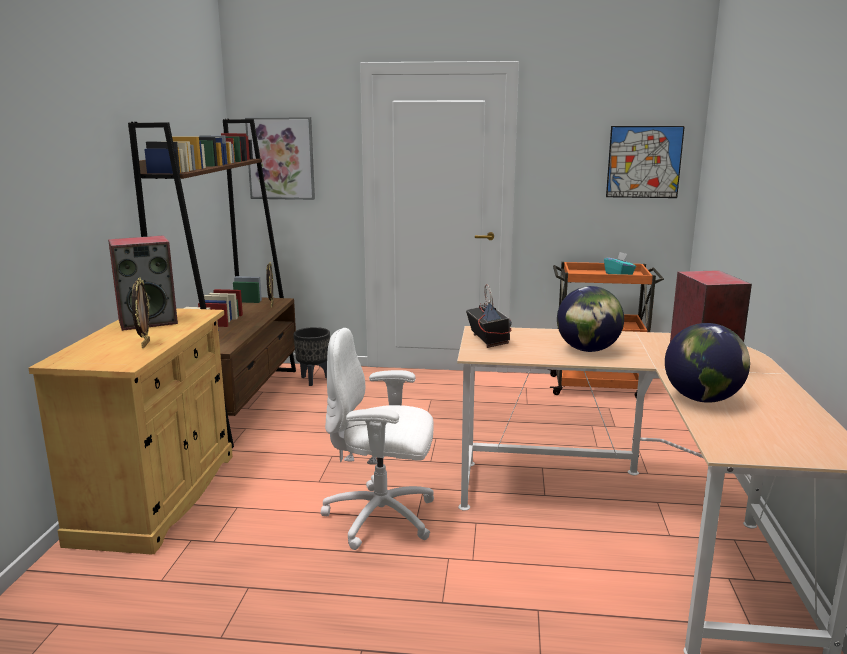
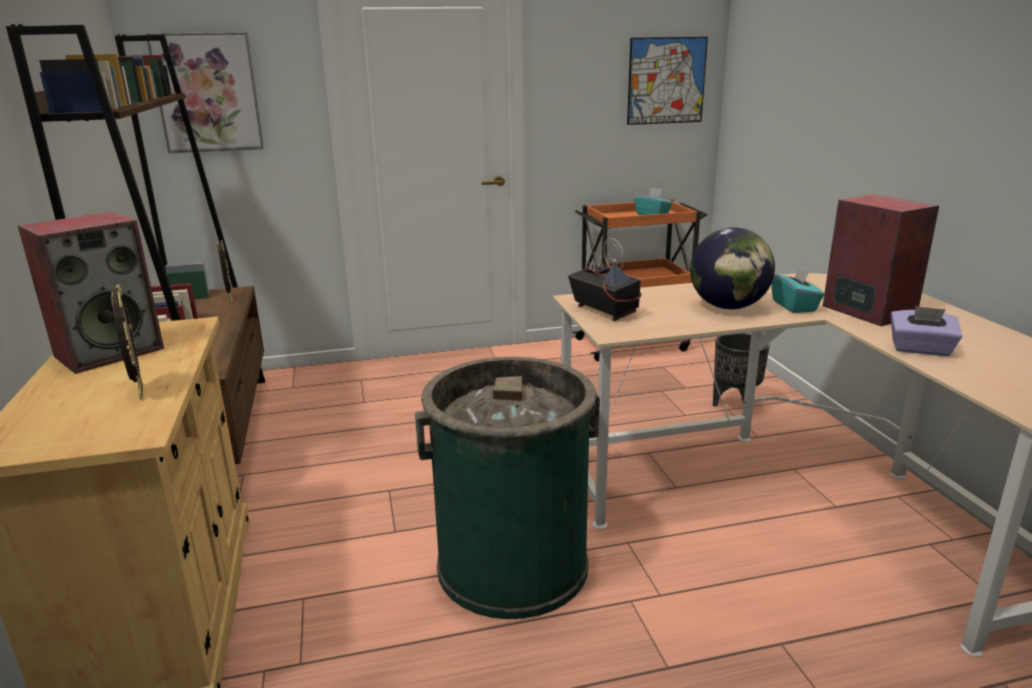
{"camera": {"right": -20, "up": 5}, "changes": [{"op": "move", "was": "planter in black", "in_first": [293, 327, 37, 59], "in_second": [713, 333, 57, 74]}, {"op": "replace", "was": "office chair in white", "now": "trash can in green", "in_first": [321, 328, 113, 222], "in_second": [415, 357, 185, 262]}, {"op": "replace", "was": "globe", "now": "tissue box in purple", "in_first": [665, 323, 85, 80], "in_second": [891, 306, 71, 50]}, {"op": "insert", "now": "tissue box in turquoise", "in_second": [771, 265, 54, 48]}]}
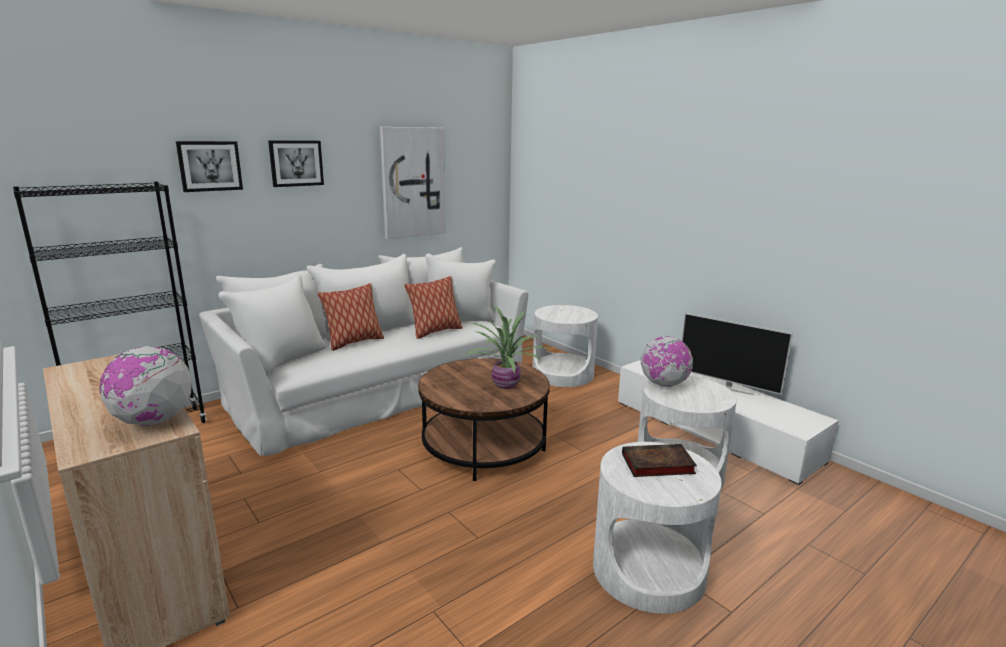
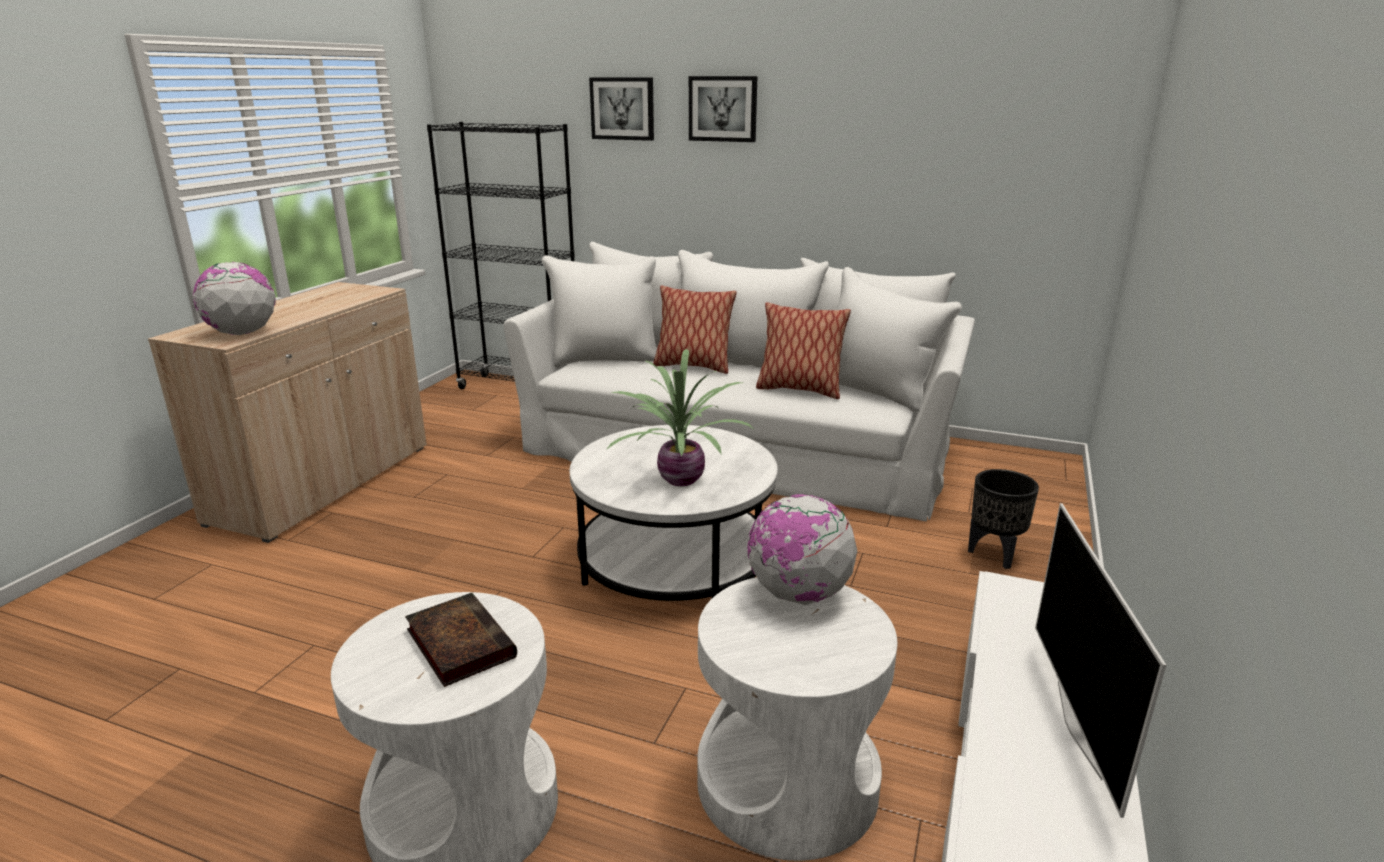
{"camera": {"right": 60, "up": 5}, "changes": [{"op": "delete", "was": "picture", "in_first": [380, 127, 66, 112]}, {"op": "recolor", "was": "coffee table in brown", "now": "coffee table in white", "in_first": [418, 358, 132, 123], "in_second": [569, 425, 209, 176]}, {"op": "replace", "was": "side table in white", "now": "planter in black", "in_first": [533, 305, 65, 82], "in_second": [968, 469, 71, 100]}]}
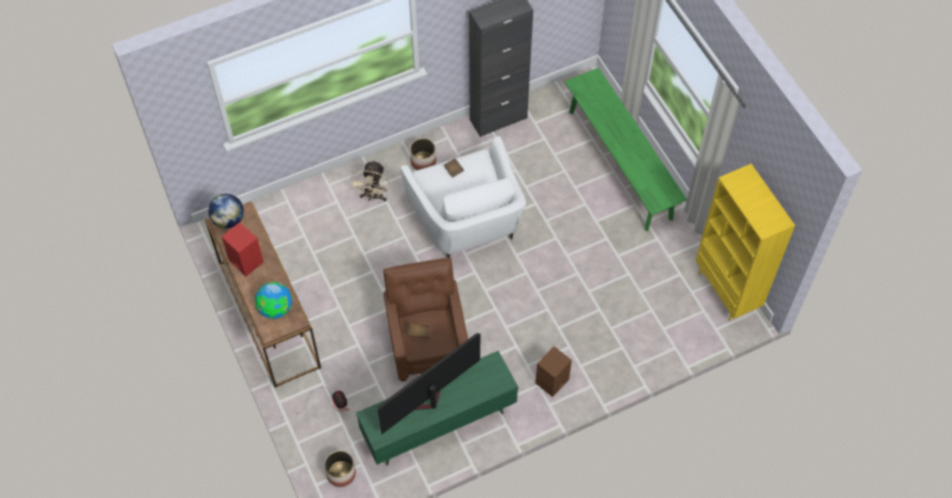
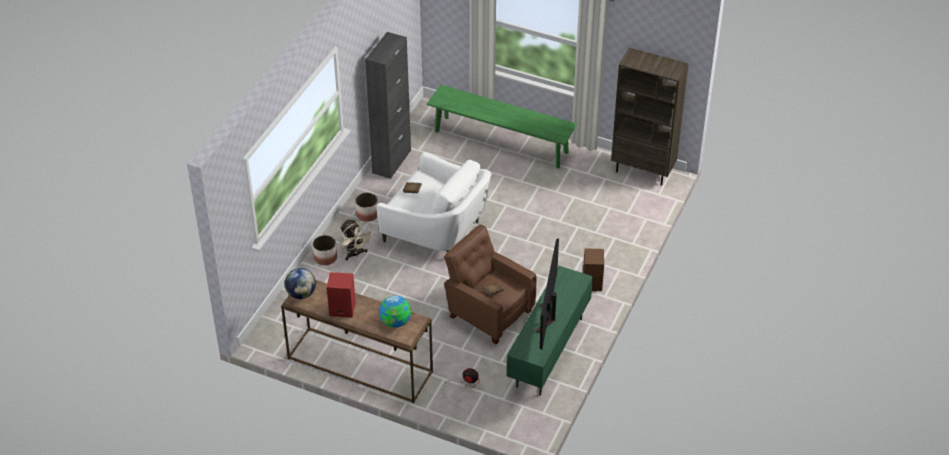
{"camera": {"right": -40, "up": -15}, "changes": [{"op": "move", "was": "planter", "in_first": [324, 451, 32, 36], "in_second": [313, 235, 24, 30]}, {"op": "recolor", "was": "bookcase in yellow", "now": "bookcase in brown", "in_first": [695, 164, 100, 157], "in_second": [611, 48, 78, 138]}]}
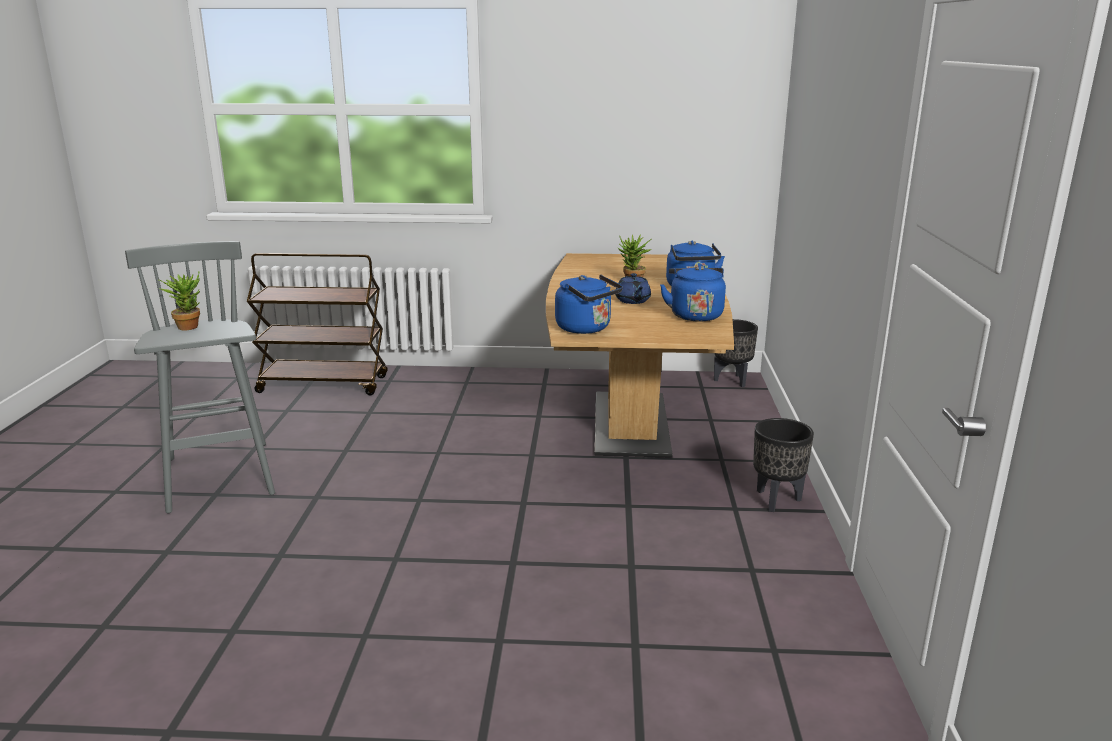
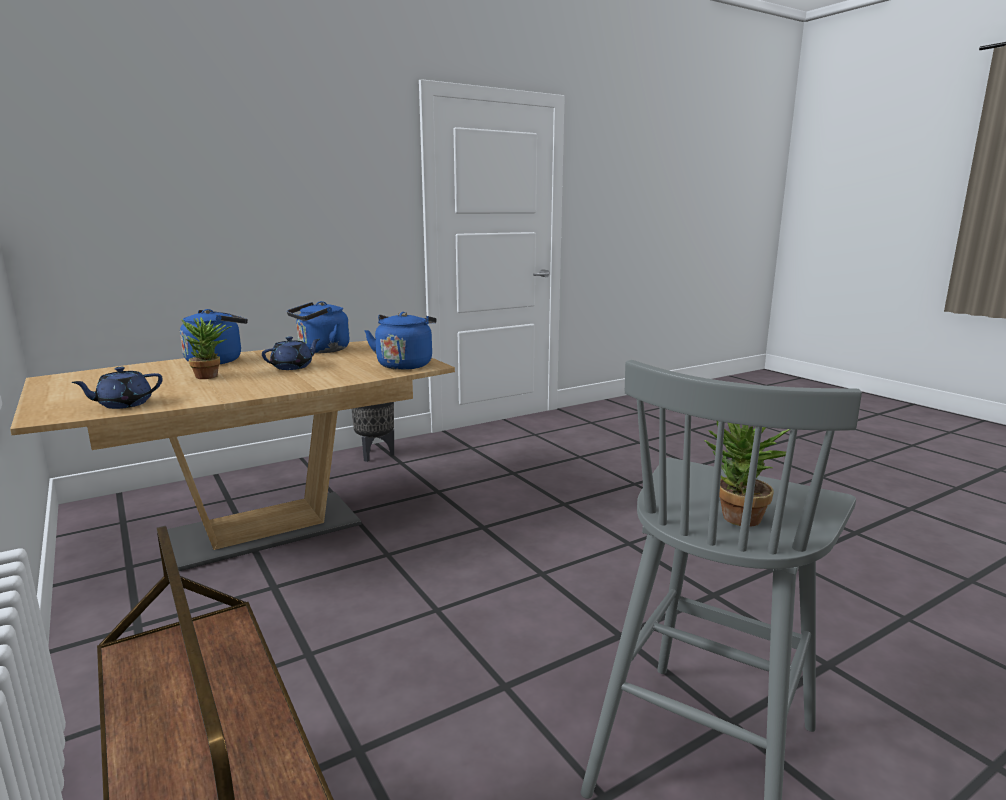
{"camera": {"right": -125, "up": -5}, "changes": [{"op": "delete", "was": "planter in black", "in_first": [714, 319, 44, 68]}, {"op": "insert", "now": "teapot in blue", "in_second": [71, 367, 92, 42]}]}
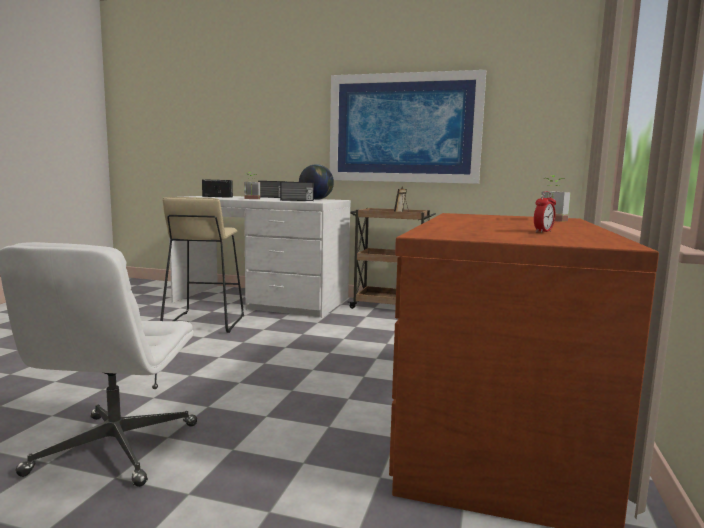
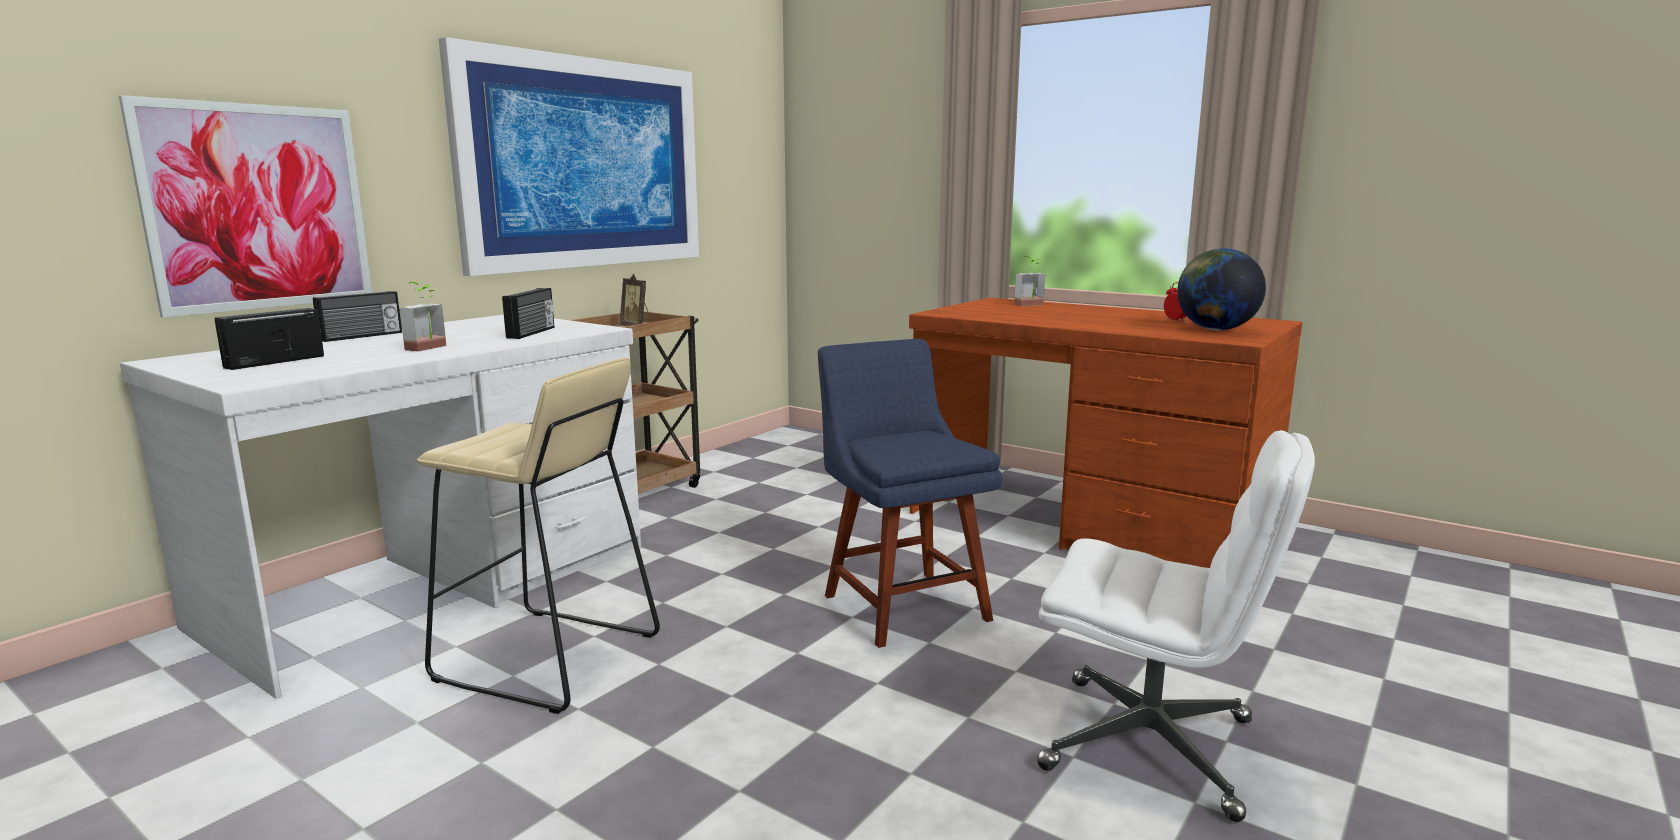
{"camera": {"right": -70, "up": 5}, "changes": [{"op": "move", "was": "globe", "in_first": [299, 164, 35, 36], "in_second": [1177, 248, 89, 82]}, {"op": "insert", "now": "picture", "in_second": [119, 95, 253, 223]}, {"op": "insert", "now": "chair in blue", "in_second": [818, 339, 184, 309]}]}
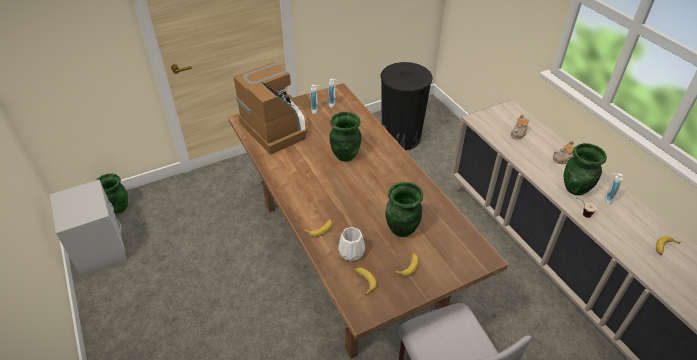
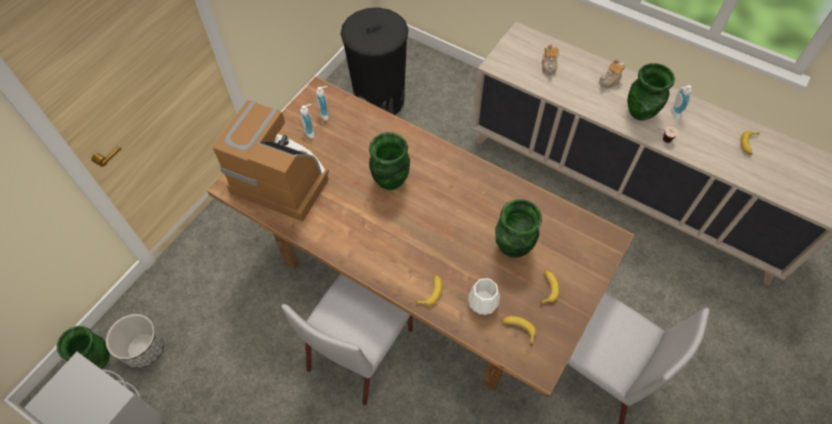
{"camera": {"right": -30, "up": 15}, "changes": [{"op": "insert", "now": "planter", "in_second": [106, 314, 58, 54]}, {"op": "insert", "now": "chair in grey", "in_second": [281, 273, 132, 133]}]}
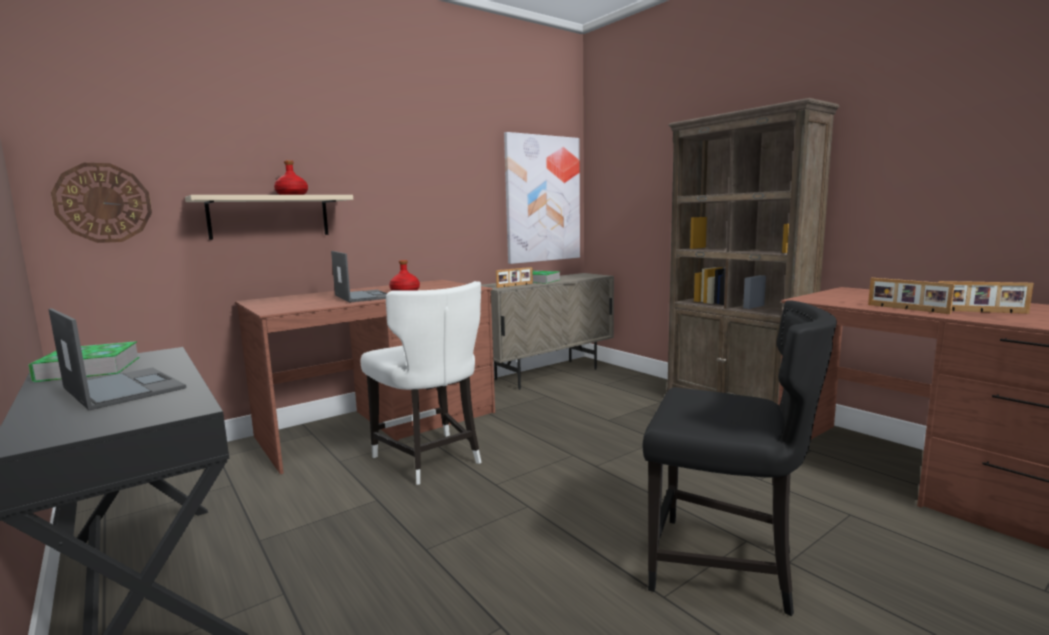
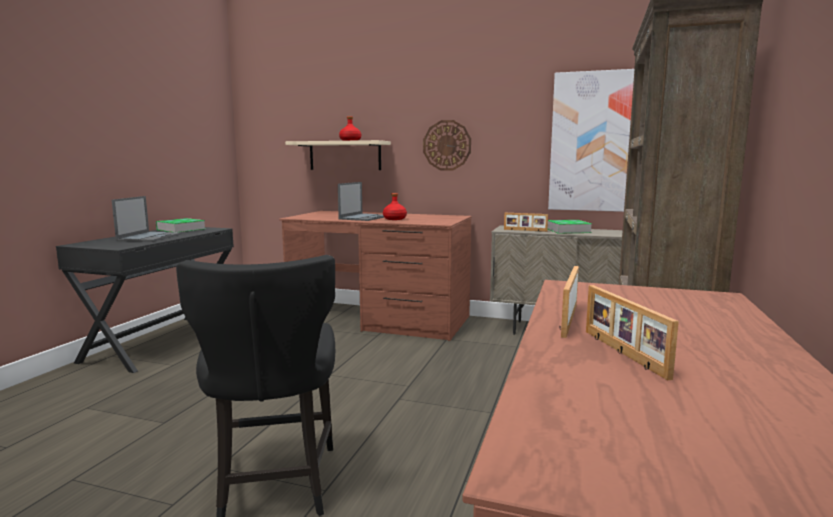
{"camera": {"right": 55, "up": 0}, "changes": [{"op": "move", "was": "wall clock", "in_first": [51, 163, 101, 80], "in_second": [423, 120, 48, 51]}, {"op": "delete", "was": "chair in white", "in_first": [360, 281, 121, 204]}]}
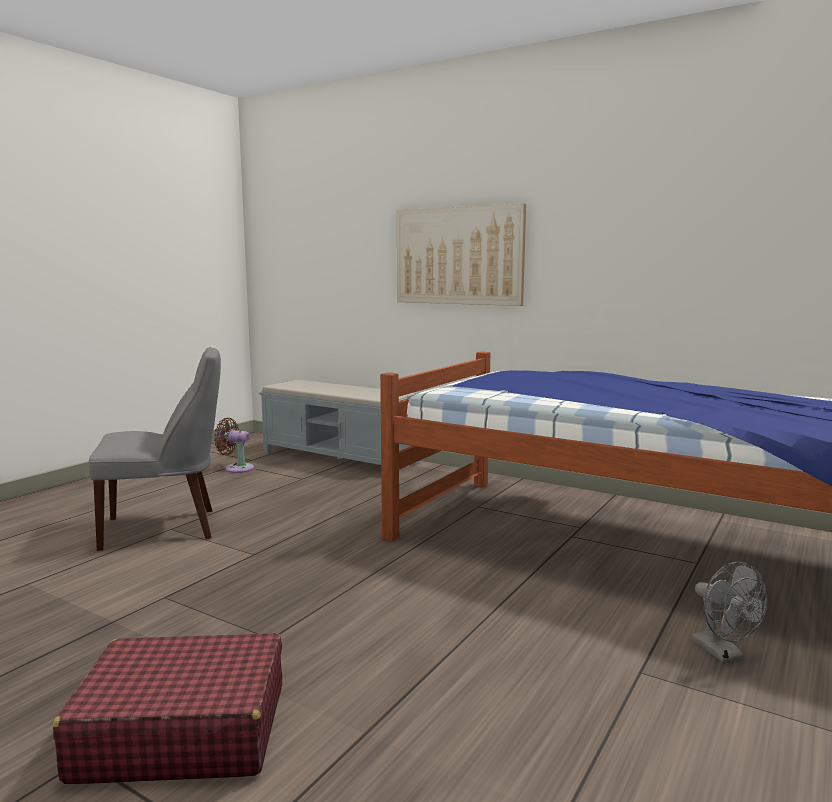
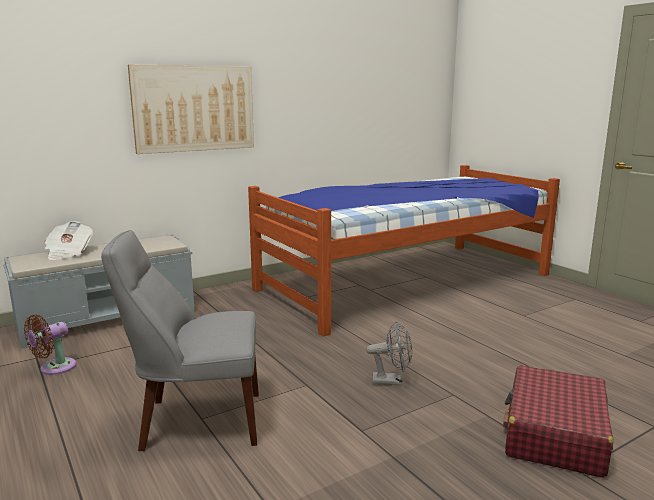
{"camera": {"right": -65, "up": 5}, "changes": [{"op": "rotate", "was": "chair in grey", "in_first": [89, 347, 132, 204], "in_second": [101, 230, 158, 221], "clockwise": -105}, {"op": "move", "was": "fan in grey", "in_first": [691, 562, 77, 101], "in_second": [366, 321, 46, 64]}, {"op": "insert", "now": "newspaper", "in_second": [44, 221, 49, 39]}]}
